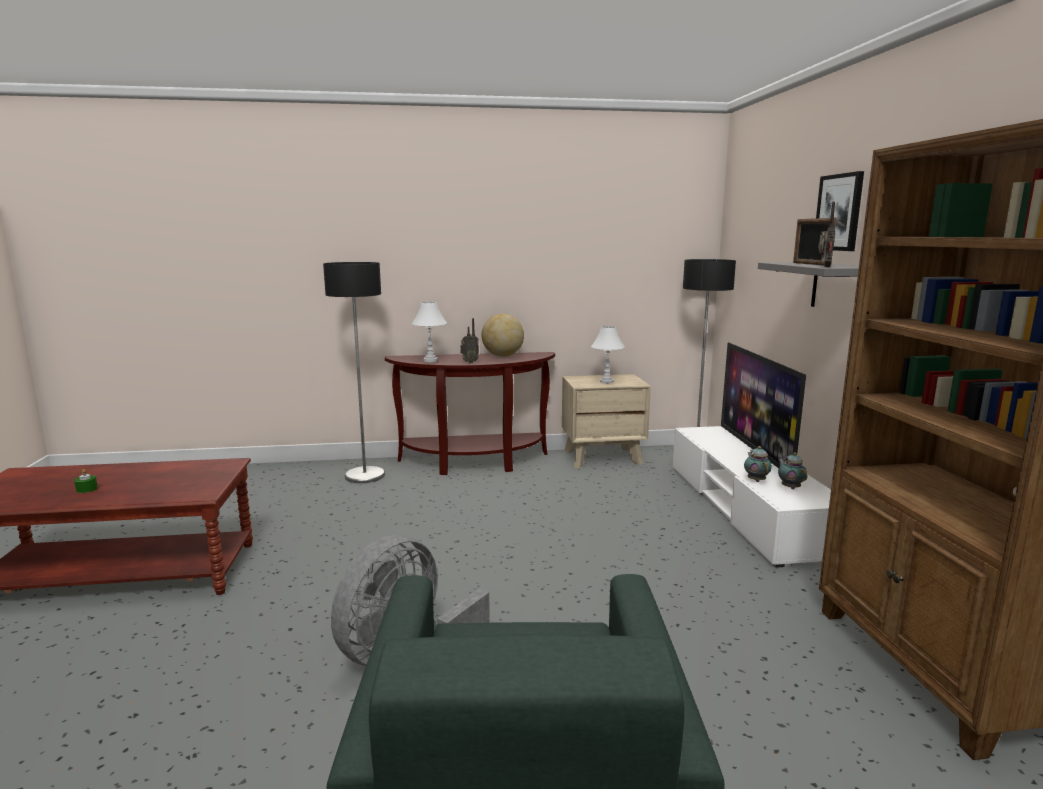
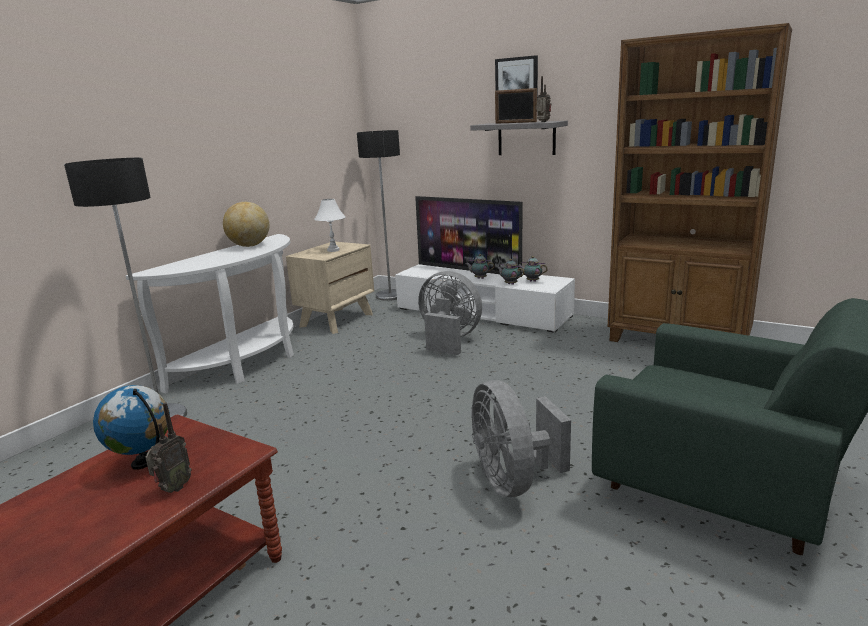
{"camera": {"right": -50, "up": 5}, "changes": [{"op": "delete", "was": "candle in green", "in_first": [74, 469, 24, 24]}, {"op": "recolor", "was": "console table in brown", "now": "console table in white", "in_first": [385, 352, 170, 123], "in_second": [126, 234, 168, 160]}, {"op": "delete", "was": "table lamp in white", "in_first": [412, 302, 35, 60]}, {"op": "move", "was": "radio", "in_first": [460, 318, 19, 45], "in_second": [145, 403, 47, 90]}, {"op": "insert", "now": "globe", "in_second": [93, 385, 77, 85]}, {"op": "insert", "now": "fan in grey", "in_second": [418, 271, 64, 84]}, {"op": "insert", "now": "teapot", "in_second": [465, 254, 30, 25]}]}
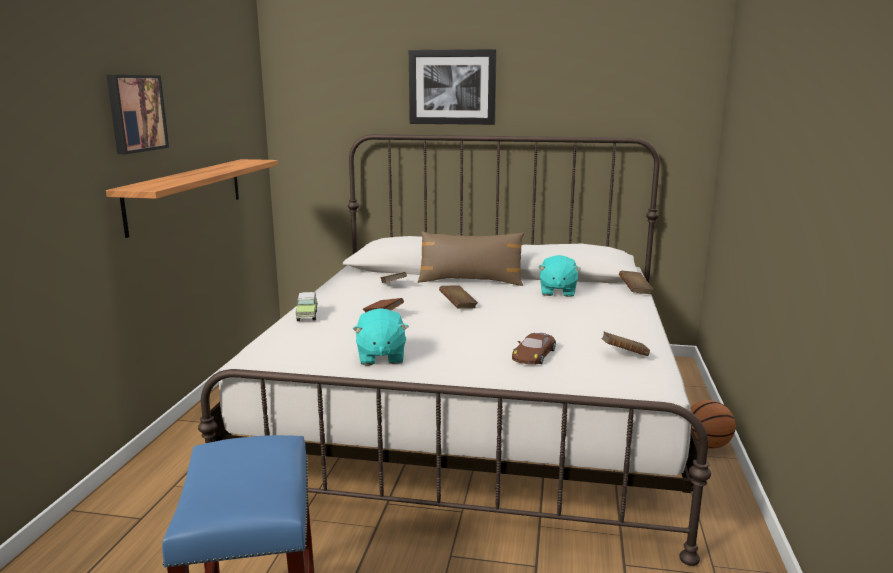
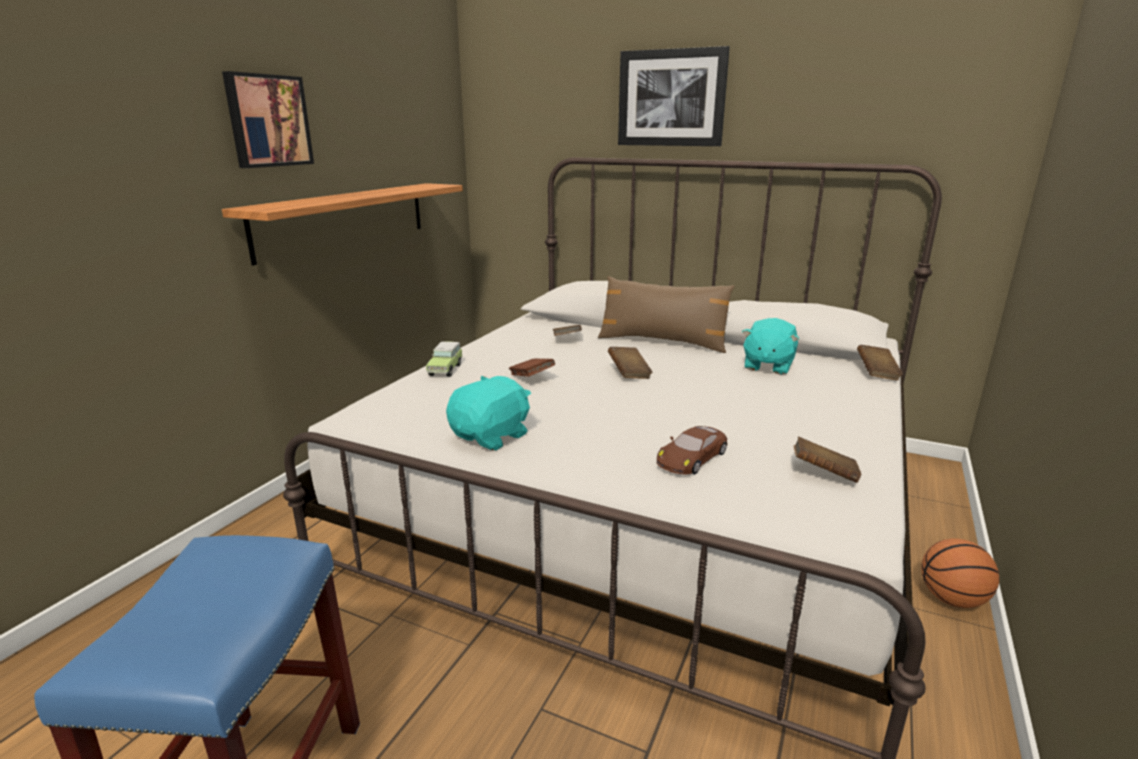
{"camera": {"right": 15, "up": 5}, "changes": [{"op": "rotate", "was": "plush toy in turquoise", "in_first": [353, 308, 56, 58], "in_second": [446, 376, 85, 75], "clockwise": -150}]}
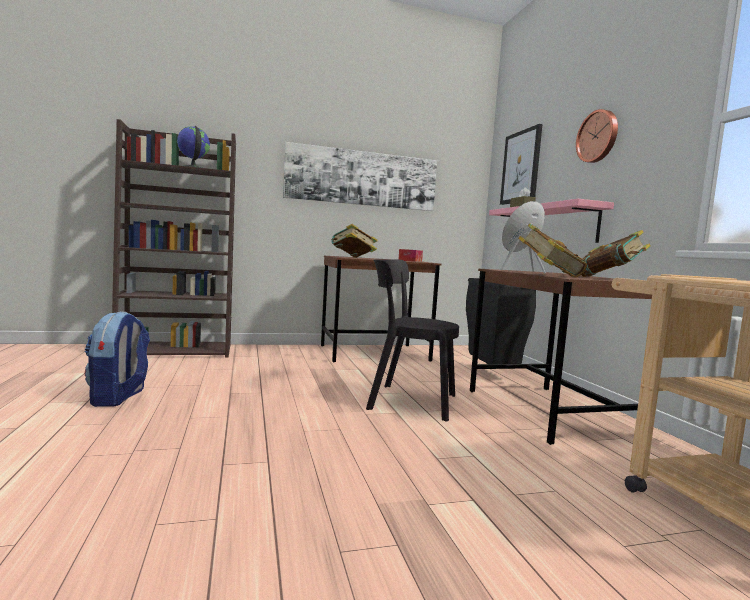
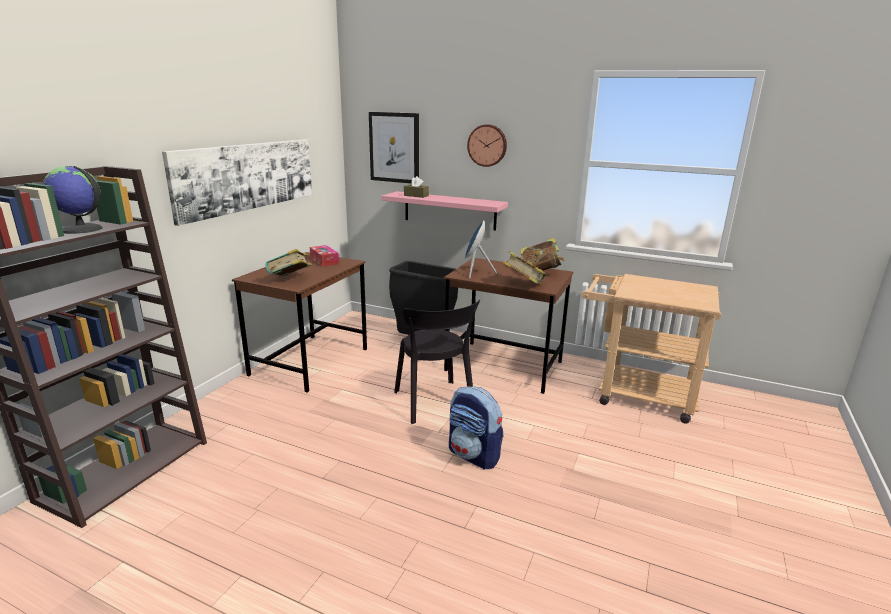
{"camera": {"right": -50, "up": 15}, "changes": [{"op": "move", "was": "backpack", "in_first": [85, 312, 65, 95], "in_second": [449, 386, 54, 83]}, {"op": "rotate", "was": "chair in black", "in_first": [366, 259, 93, 162], "in_second": [394, 300, 86, 124], "clockwise": -75}]}
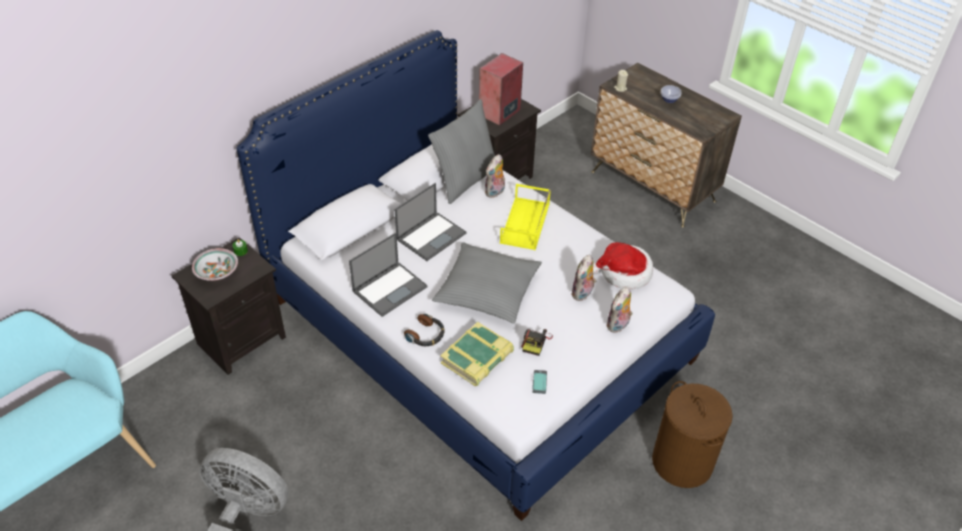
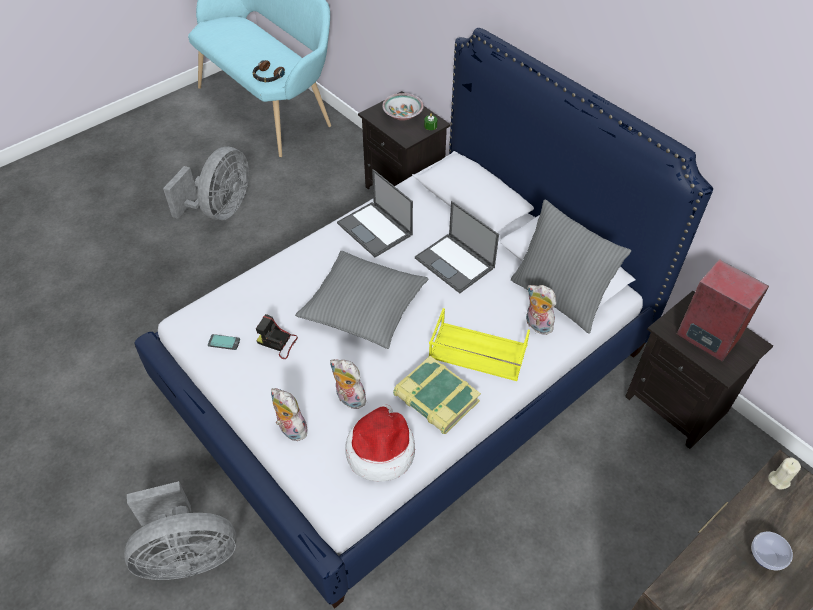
{"camera": {"right": 95, "up": 5}, "changes": [{"op": "move", "was": "headphones", "in_first": [404, 313, 41, 33], "in_second": [252, 60, 33, 22]}, {"op": "move", "was": "book", "in_first": [440, 322, 74, 64], "in_second": [393, 356, 88, 78]}, {"op": "replace", "was": "laundry basket in brown", "now": "fan in grey", "in_first": [652, 381, 81, 107], "in_second": [124, 481, 112, 99]}]}
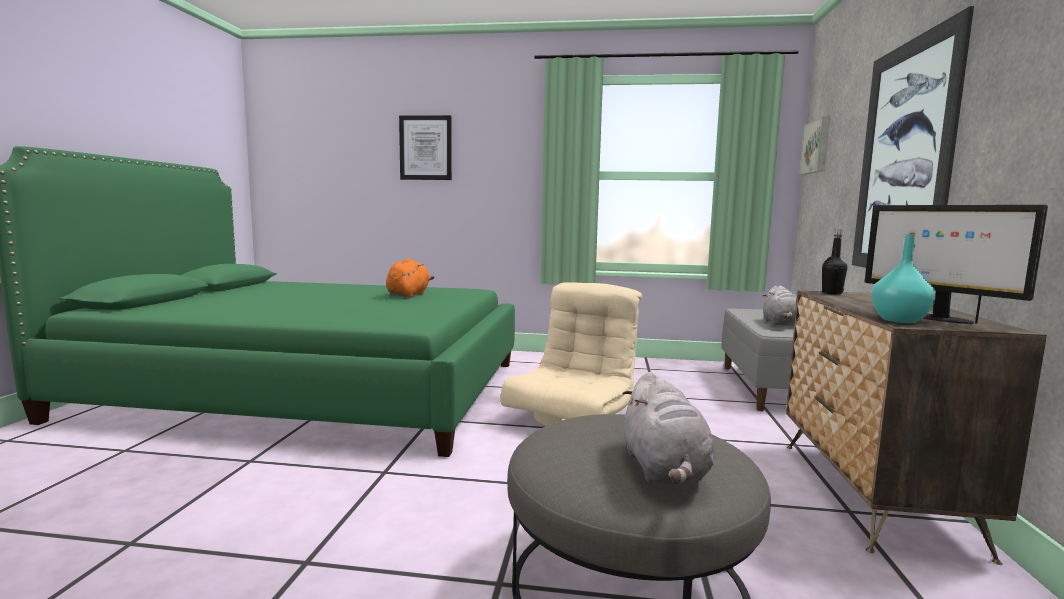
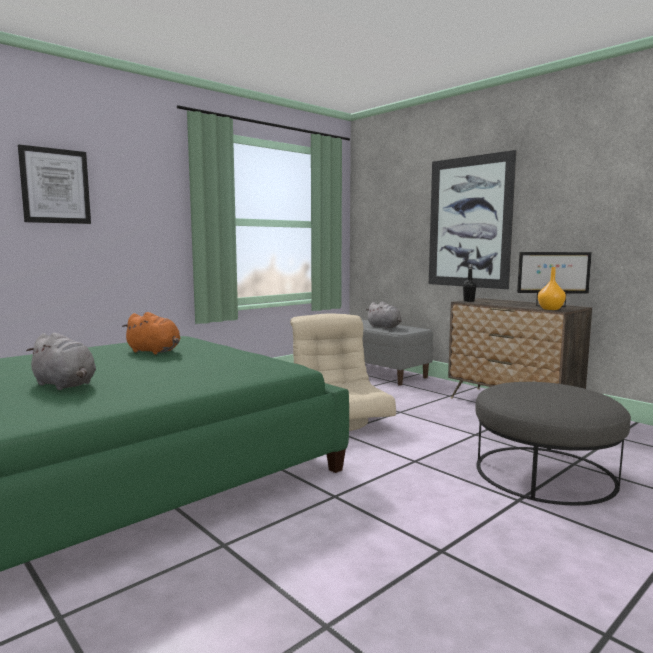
{"camera": {"right": -50, "up": 0}, "changes": [{"op": "rotate", "was": "plush toy in orange", "in_first": [386, 258, 48, 40], "in_second": [122, 312, 58, 42], "clockwise": 150}, {"op": "move", "was": "plush toy in grey", "in_first": [622, 372, 93, 113], "in_second": [26, 333, 70, 57]}, {"op": "delete", "was": "picture", "in_first": [800, 117, 30, 58]}, {"op": "recolor", "was": "vase in turquoise", "now": "vase in orange", "in_first": [872, 234, 64, 89], "in_second": [538, 267, 28, 43]}]}
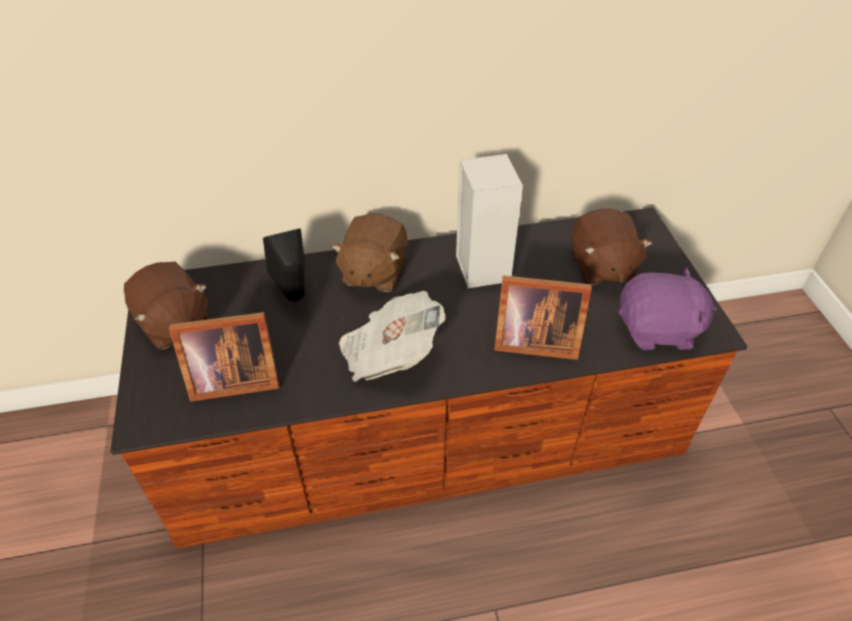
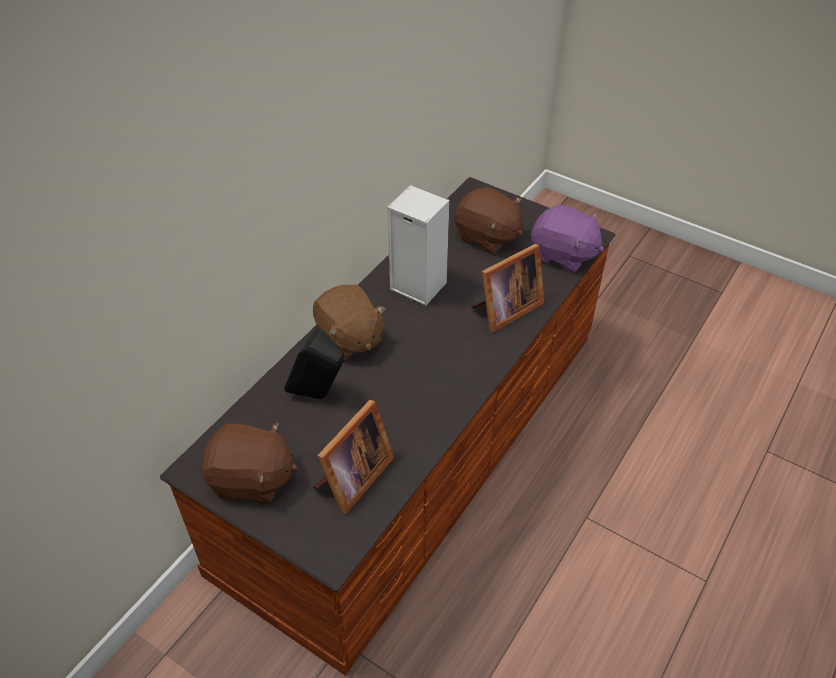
{"camera": {"right": -45, "up": 0}, "changes": [{"op": "delete", "was": "newspaper", "in_first": [339, 291, 106, 91]}, {"op": "rotate", "was": "plush toy in purple", "in_first": [619, 268, 97, 82], "in_second": [531, 205, 73, 68], "clockwise": 75}]}
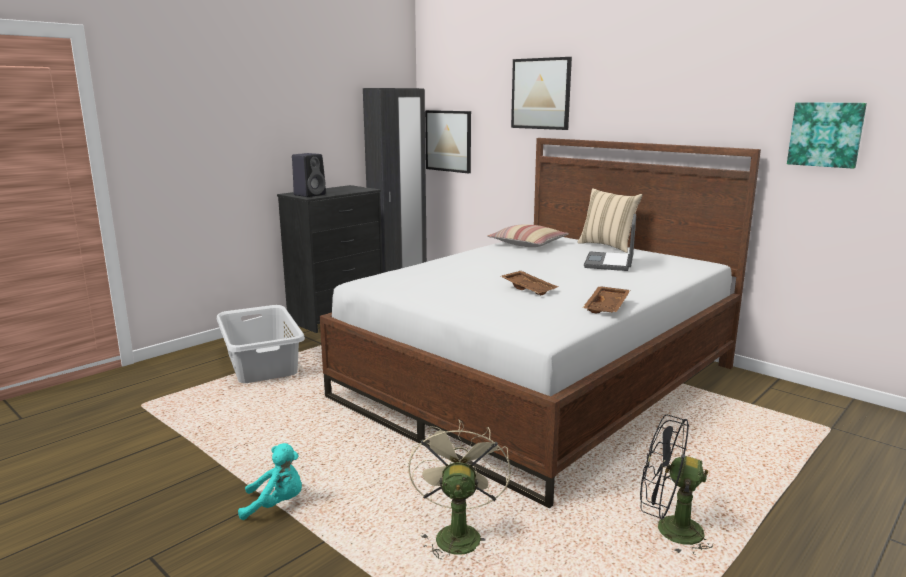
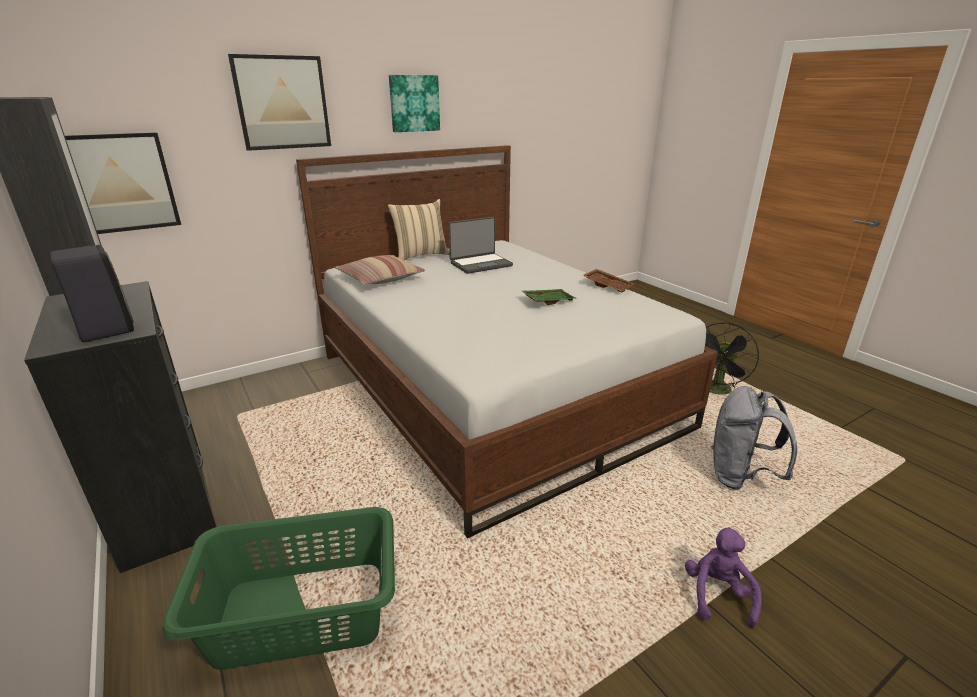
{"camera": {"right": -75, "up": 10}, "changes": [{"op": "recolor", "was": "laundry basket in grey", "now": "laundry basket in green", "in_first": [217, 305, 88, 78], "in_second": [162, 507, 233, 163]}, {"op": "recolor", "was": "plush toy in turquoise", "now": "plush toy in purple", "in_first": [238, 443, 64, 77], "in_second": [685, 527, 77, 101]}, {"op": "replace", "was": "fan in beige", "now": "backpack in grey", "in_first": [408, 419, 103, 140], "in_second": [711, 386, 86, 104]}, {"op": "recolor", "was": "tray in brown", "now": "tray in green", "in_first": [501, 271, 57, 24], "in_second": [522, 289, 55, 16]}, {"op": "rotate", "was": "laptop", "in_first": [584, 214, 52, 57], "in_second": [448, 217, 65, 57], "clockwise": -60}, {"op": "move", "was": "picture", "in_first": [787, 102, 80, 67], "in_second": [389, 75, 51, 57]}]}
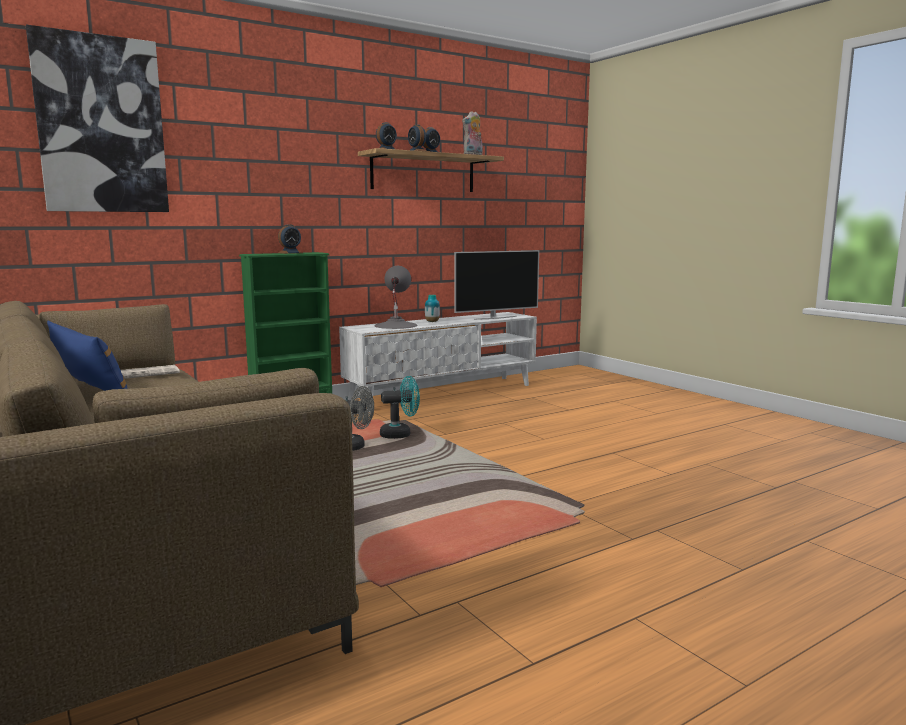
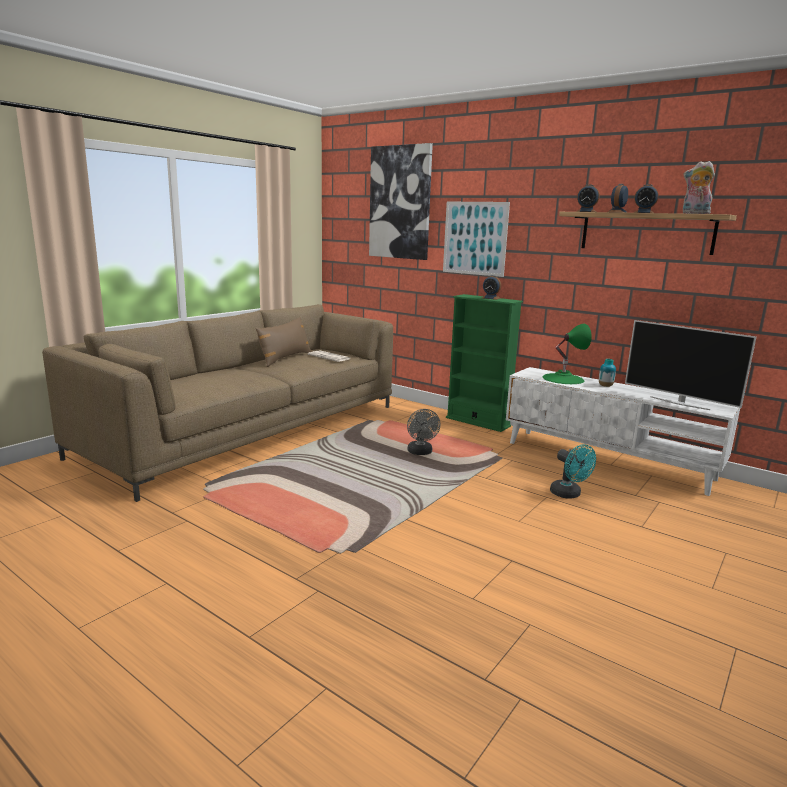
{"camera": {"right": 70, "up": 5}, "changes": [{"op": "recolor", "was": "pillow in blue", "now": "pillow in brown", "in_first": [47, 321, 81, 70], "in_second": [255, 317, 57, 50]}, {"op": "recolor", "was": "table lamp in grey", "now": "table lamp in green", "in_first": [375, 266, 43, 63], "in_second": [542, 324, 50, 60]}, {"op": "move", "was": "fan in turquoise", "in_first": [380, 376, 40, 63], "in_second": [550, 444, 46, 55]}, {"op": "insert", "now": "picture", "in_second": [443, 202, 67, 75]}]}
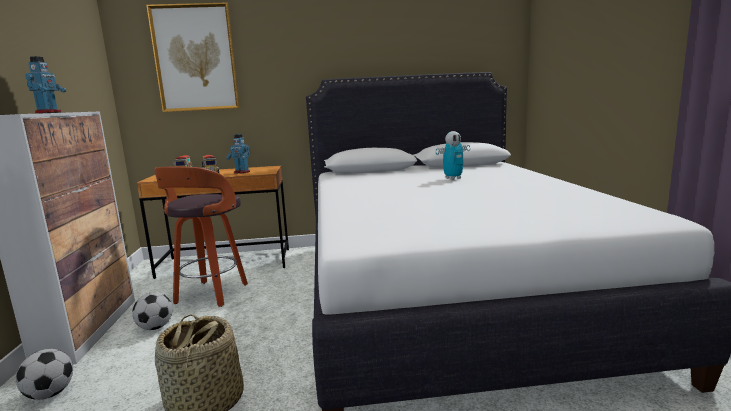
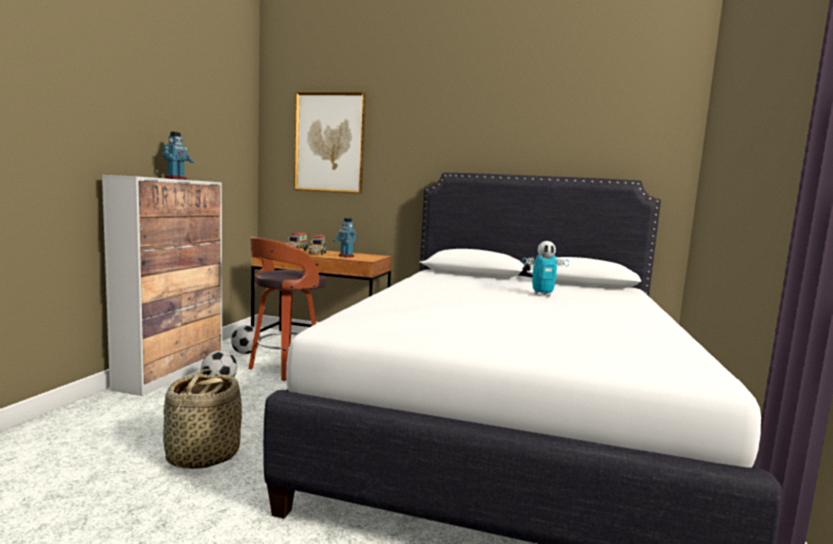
{"camera": {"right": 20, "up": -5}, "changes": [{"op": "move", "was": "football", "in_first": [16, 349, 57, 51], "in_second": [231, 325, 30, 29]}]}
